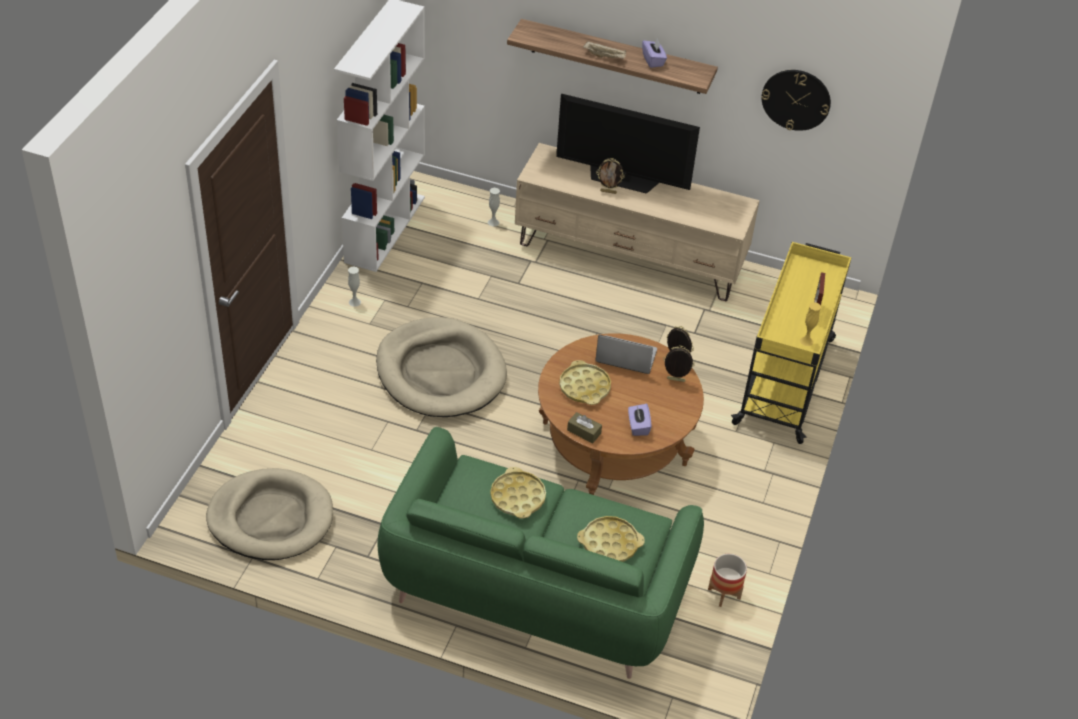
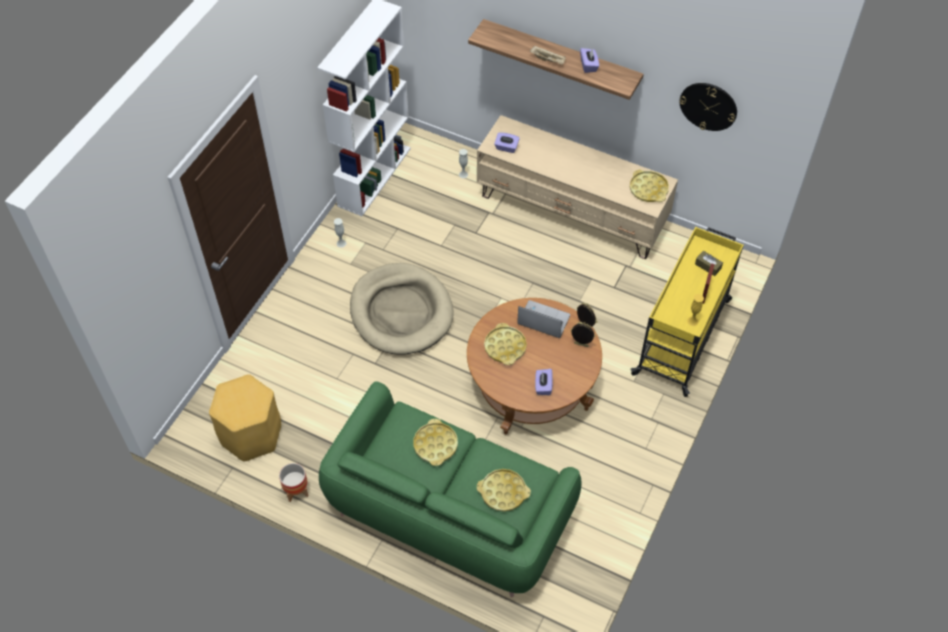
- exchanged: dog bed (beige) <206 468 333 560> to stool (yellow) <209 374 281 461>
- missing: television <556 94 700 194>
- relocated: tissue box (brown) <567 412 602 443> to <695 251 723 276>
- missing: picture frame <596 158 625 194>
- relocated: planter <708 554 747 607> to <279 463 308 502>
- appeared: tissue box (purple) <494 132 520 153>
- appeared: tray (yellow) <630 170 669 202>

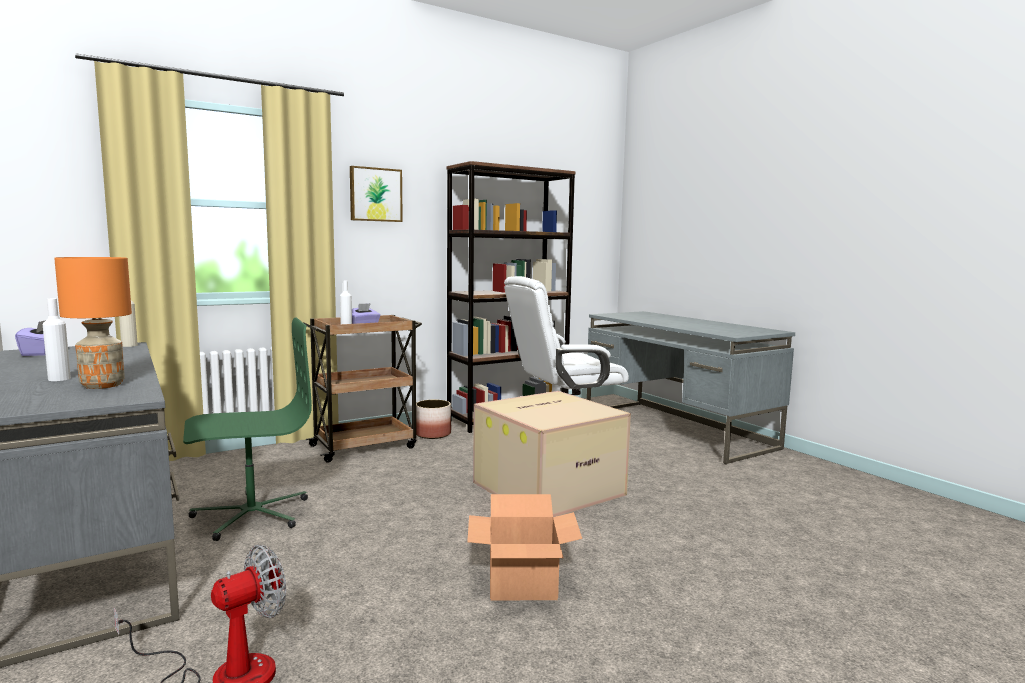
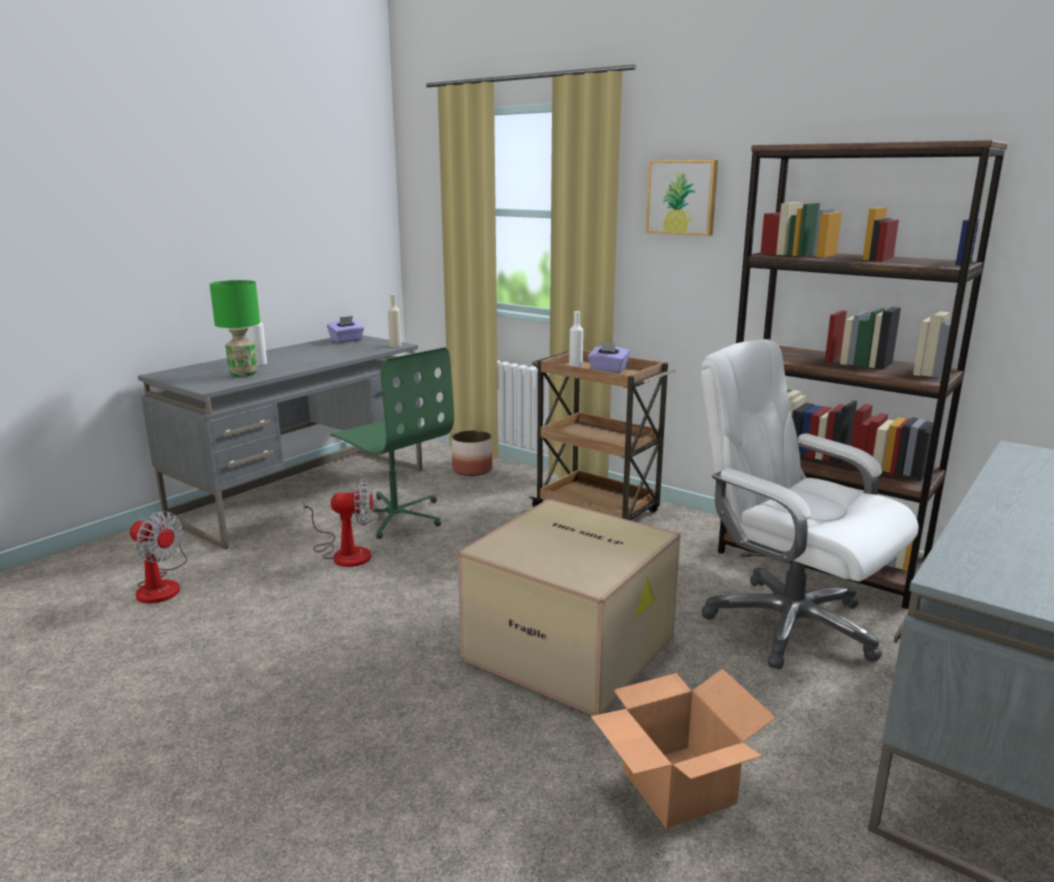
- colour: table lamp (orange) <54 257 132 389> to table lamp (green) <210 280 260 377>
- relocated: planter <416 399 451 439> to <452 430 493 476>
- relocated: cardboard box <467 494 582 601> to <591 669 776 829>
- appeared: fan <303 479 373 567>

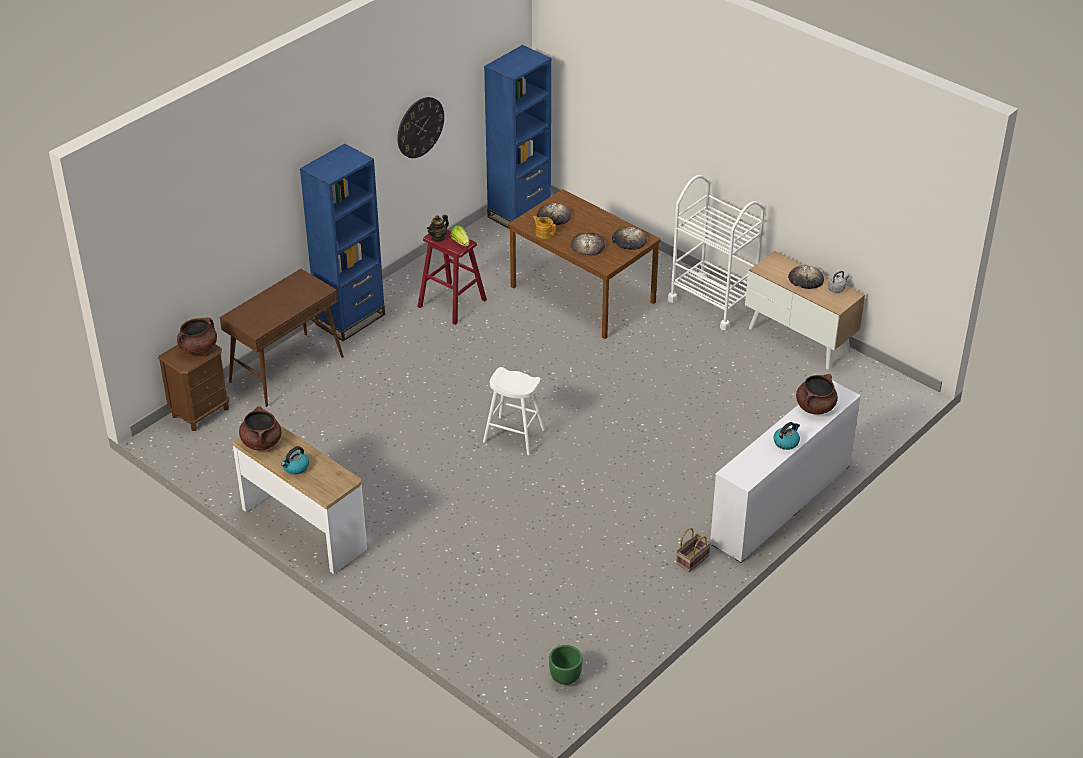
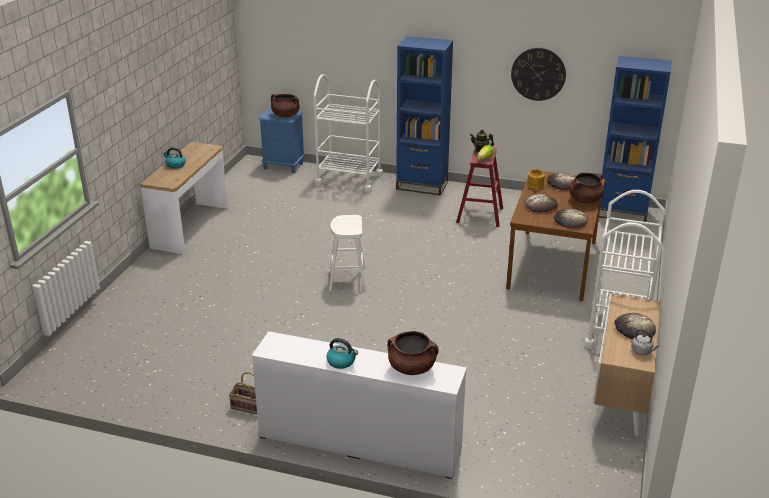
- colour: nightstand (brown) <158 344 230 431> to nightstand (blue) <259 108 305 173>
- exchanged: console table (brown) <220 269 344 407> to cart (white) <314 74 383 193>
- relocated: cooking pot (brown) <239 406 282 451> to <569 173 604 203>
- missing: planter (green) <549 645 583 685>

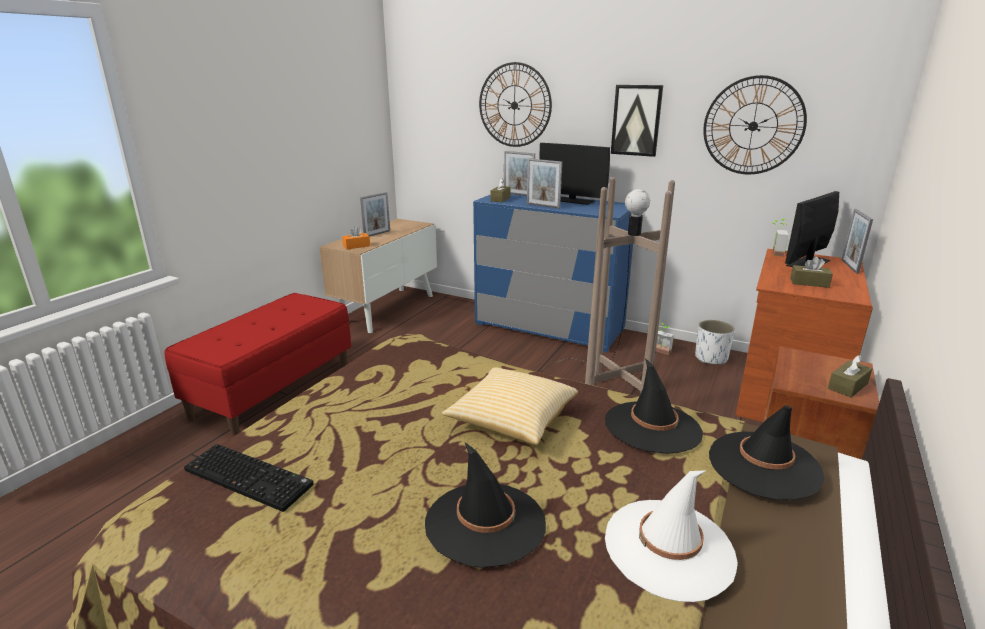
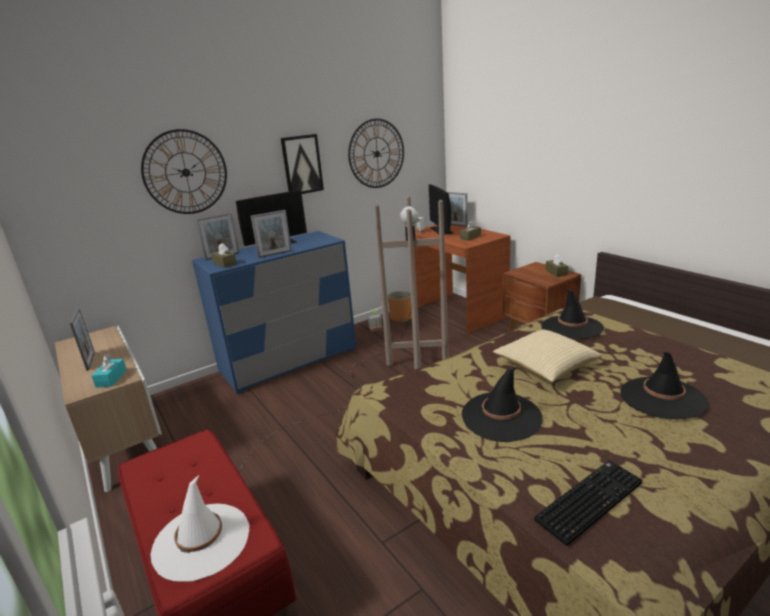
- colour: tissue box (orange) <342 226 370 249> to tissue box (turquoise) <91 354 127 388>
- relocated: hat (white) <605 470 738 602> to <150 474 249 582>
- colour: planter (white) <695 320 735 365> to planter (orange) <388 291 412 323>
- relocated: hat (black) <709 405 824 500> to <462 367 542 442>

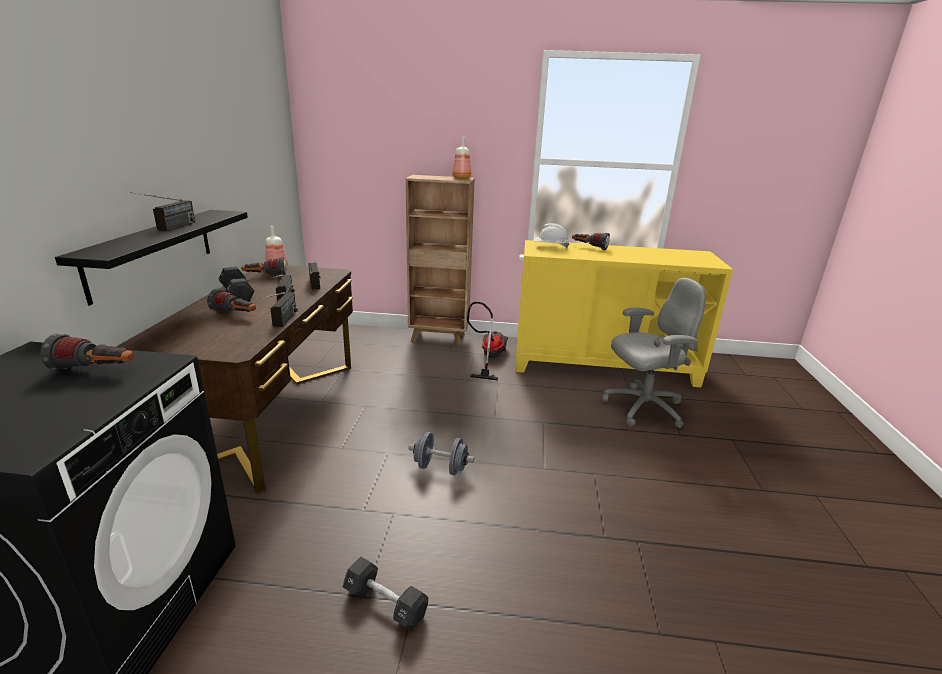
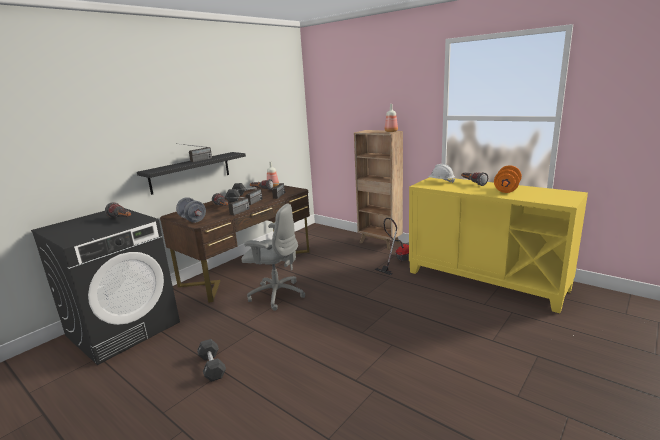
- relocated: dumbbell (grey) <408 432 474 475> to <176 197 206 223>
- relocated: office chair (grey) <602 278 706 428> to <242 204 305 311>
- appeared: dumbbell (orange) <494 165 522 193>

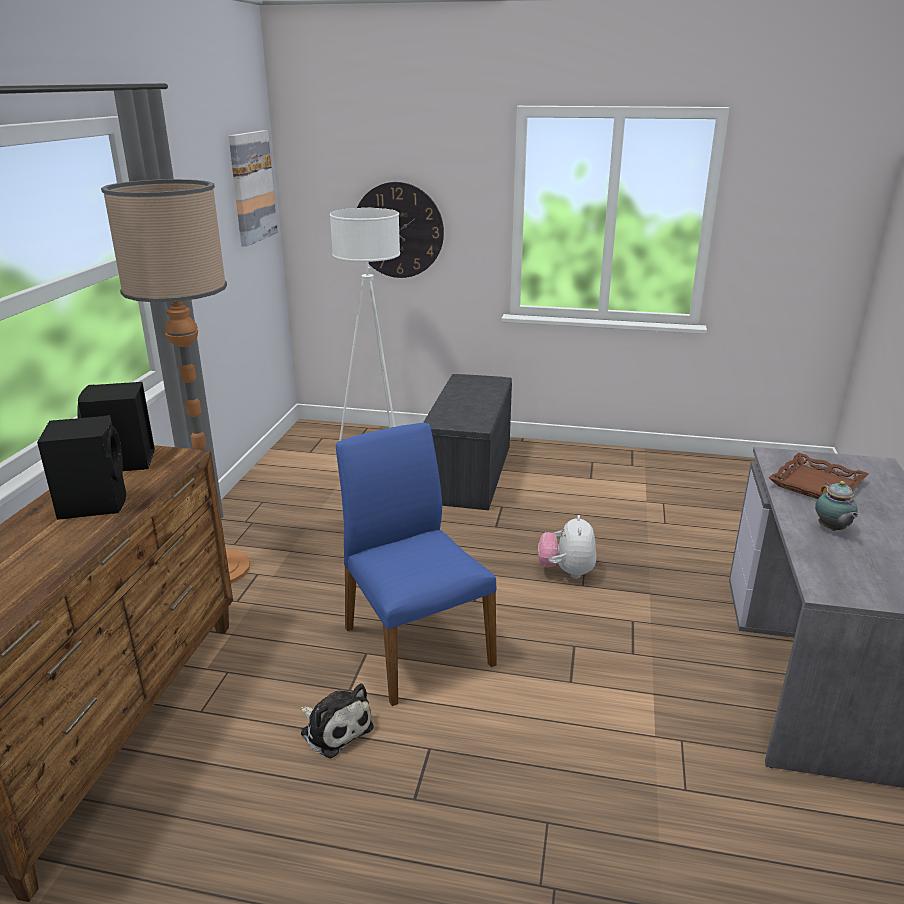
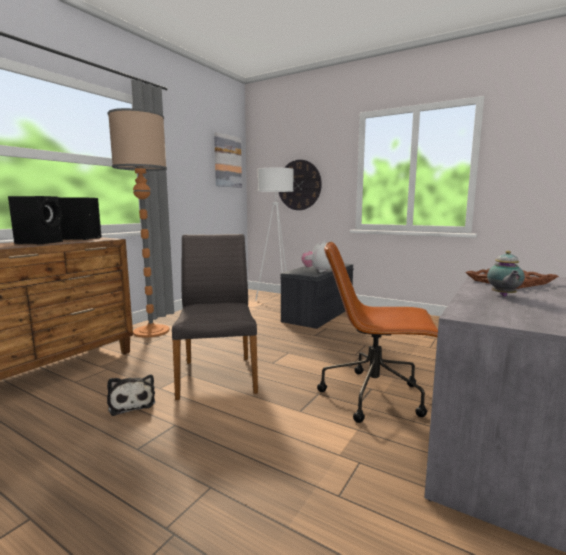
- colour: chair (blue) <336 423 497 706> to chair (grey) <172 234 258 400>
- relocated: plush toy <538 515 596 579> to <302 241 331 272>
- appeared: office chair (brown) <317 242 438 423>

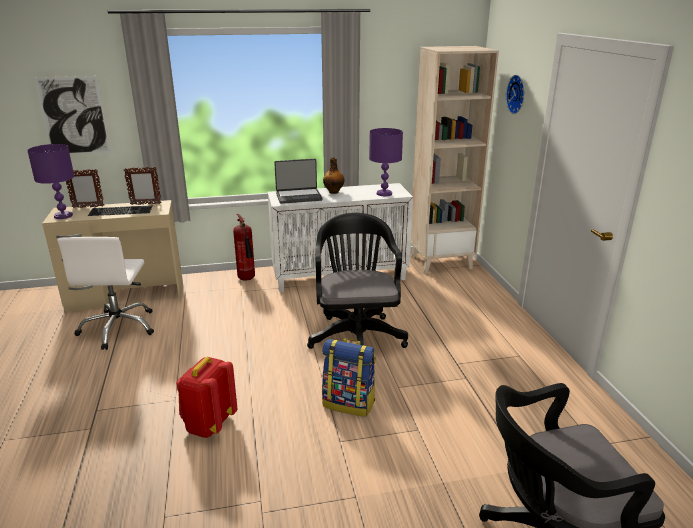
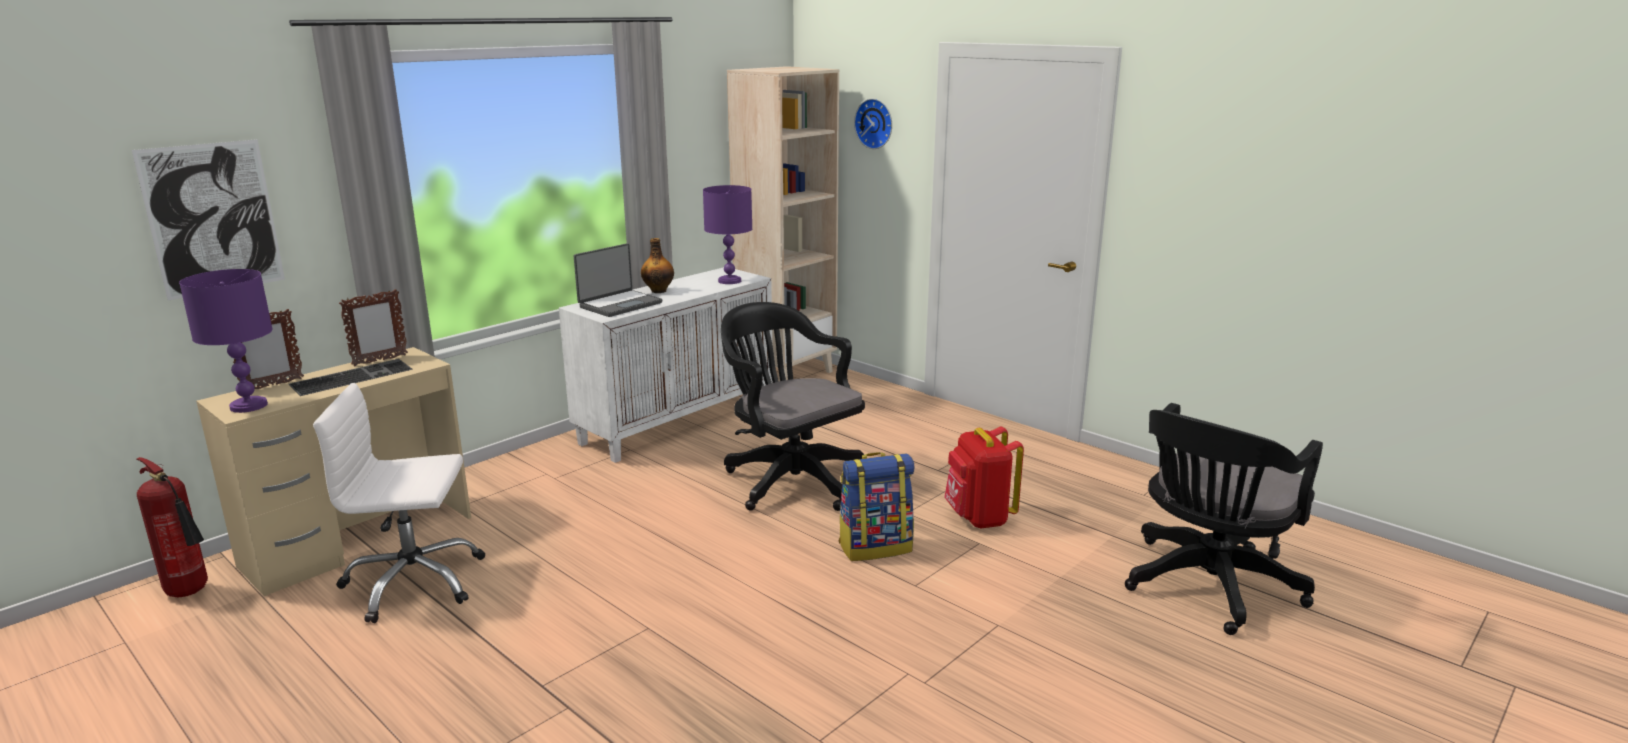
- spun: office chair (white) <57 237 154 350> = <313 383 485 623> 120 degrees clockwise
- relocated: backpack (red) <176 357 237 438> to <944 426 1024 528>
- relocated: fire extinguisher <233 214 255 281> to <136 457 208 597>

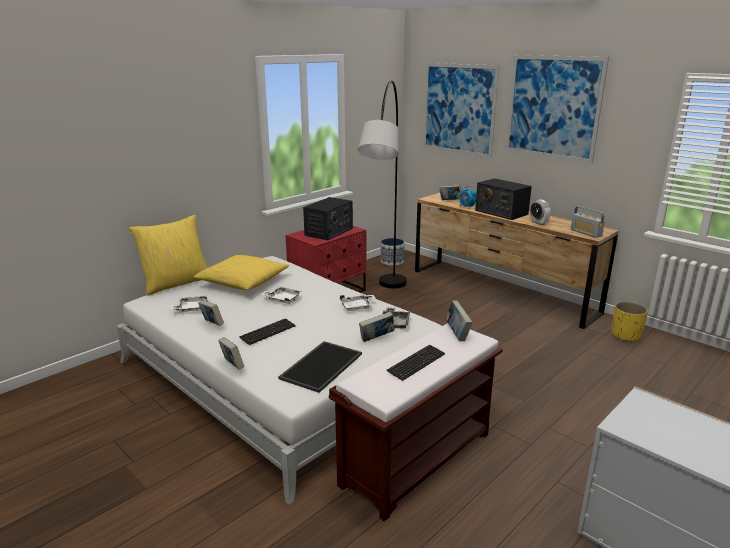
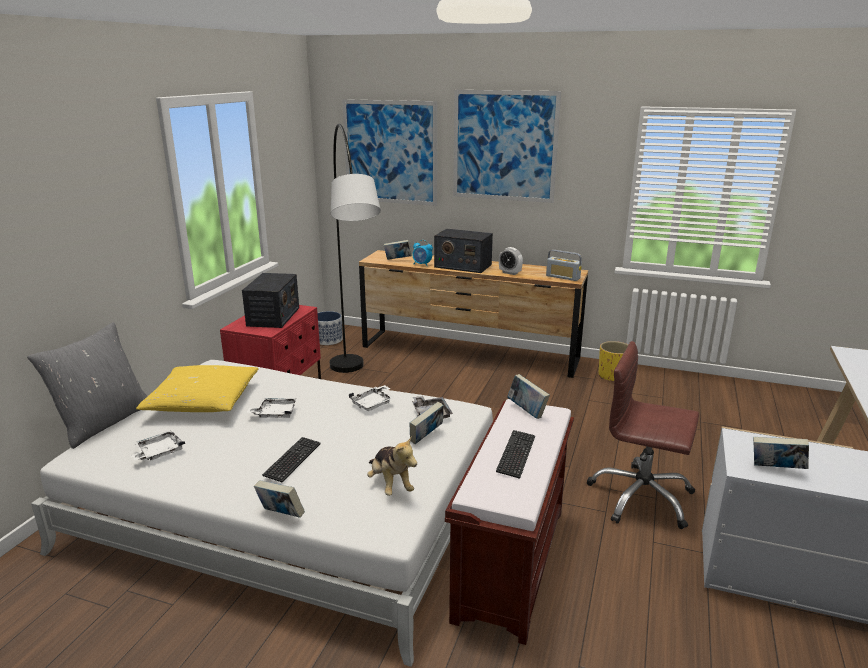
- colour: pillow (yellow) <129 215 207 296> to pillow (grey) <27 322 147 449>
- relocated: book <198 300 224 326> to <753 437 809 469>
- exchanged: tray <278 341 362 393> to plush toy <367 436 417 496>
- appeared: office chair (brown) <586 341 699 529>

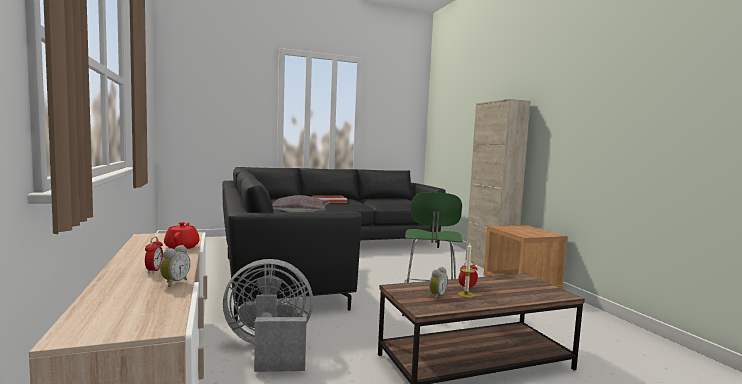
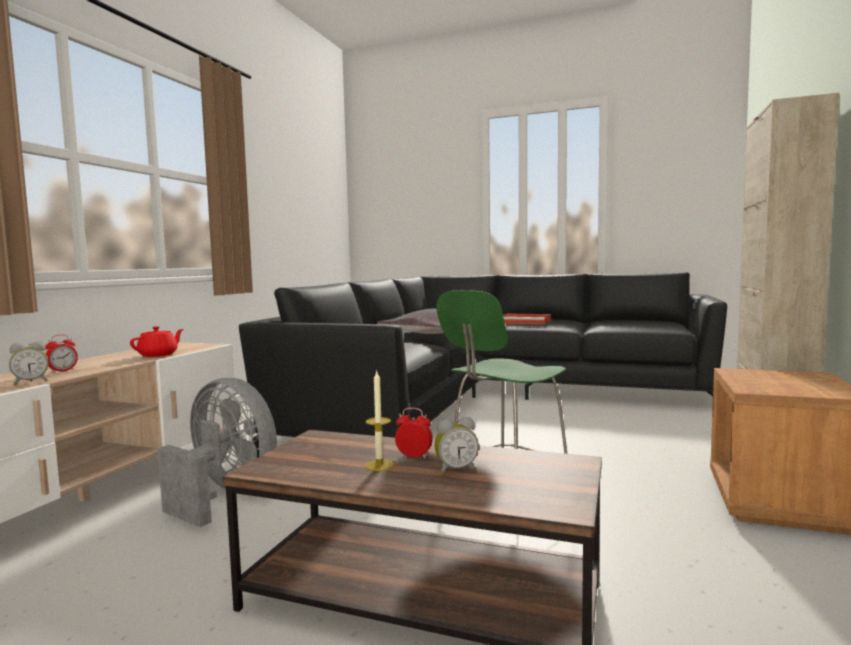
- relocated: alarm clock <429 267 448 300> to <434 417 479 474>

